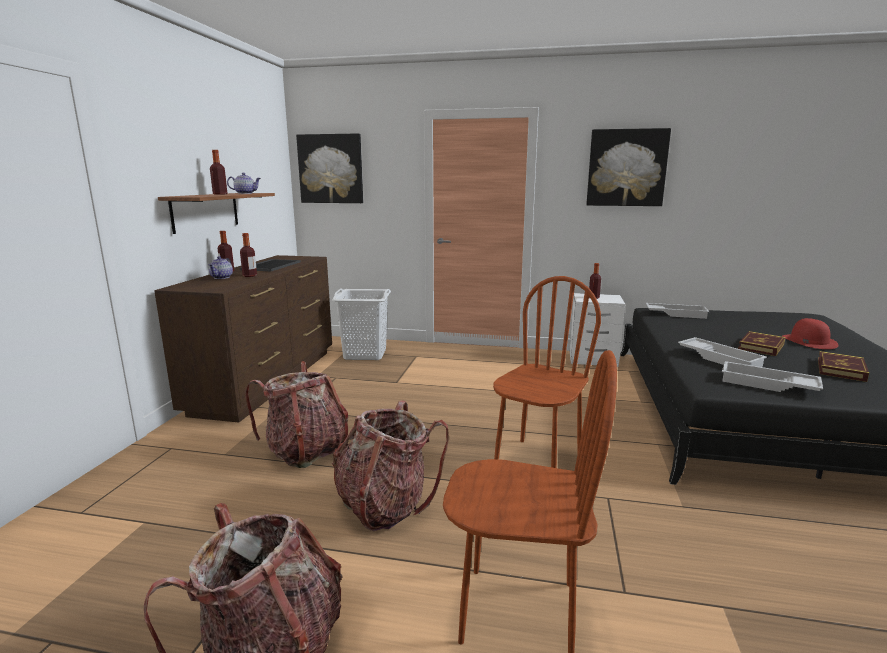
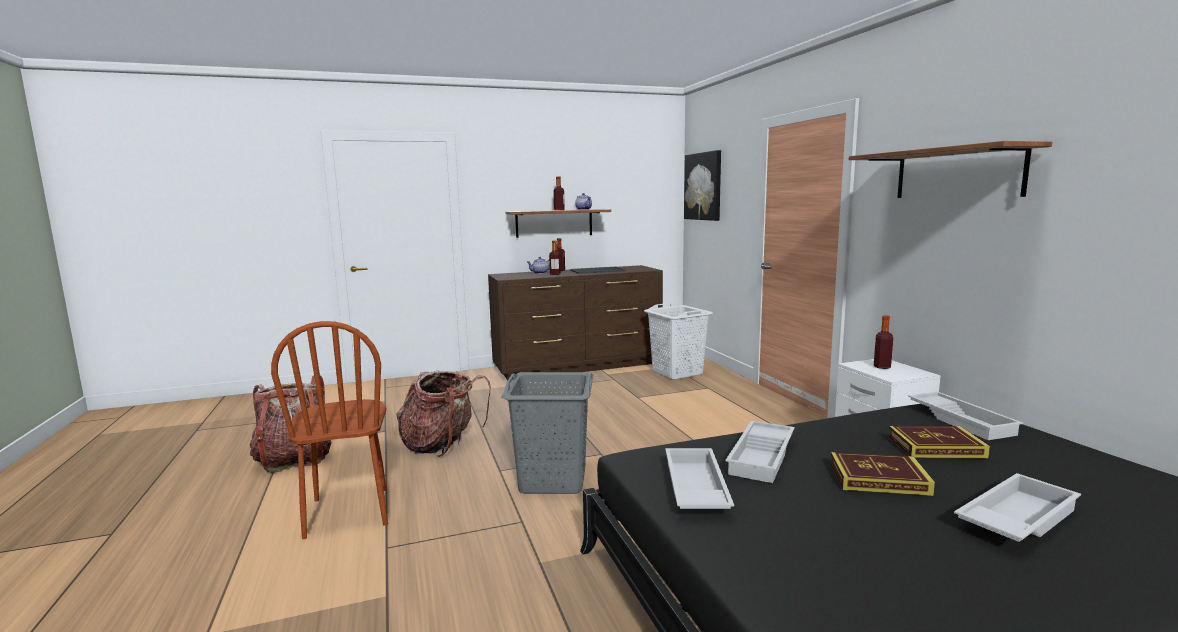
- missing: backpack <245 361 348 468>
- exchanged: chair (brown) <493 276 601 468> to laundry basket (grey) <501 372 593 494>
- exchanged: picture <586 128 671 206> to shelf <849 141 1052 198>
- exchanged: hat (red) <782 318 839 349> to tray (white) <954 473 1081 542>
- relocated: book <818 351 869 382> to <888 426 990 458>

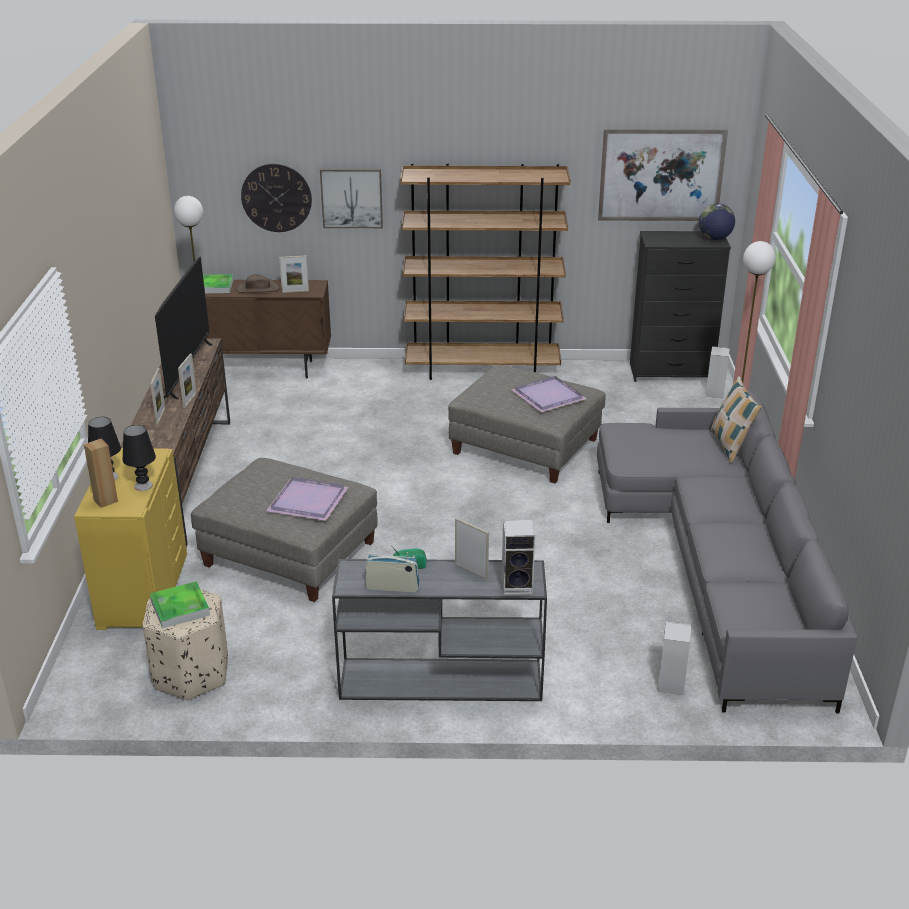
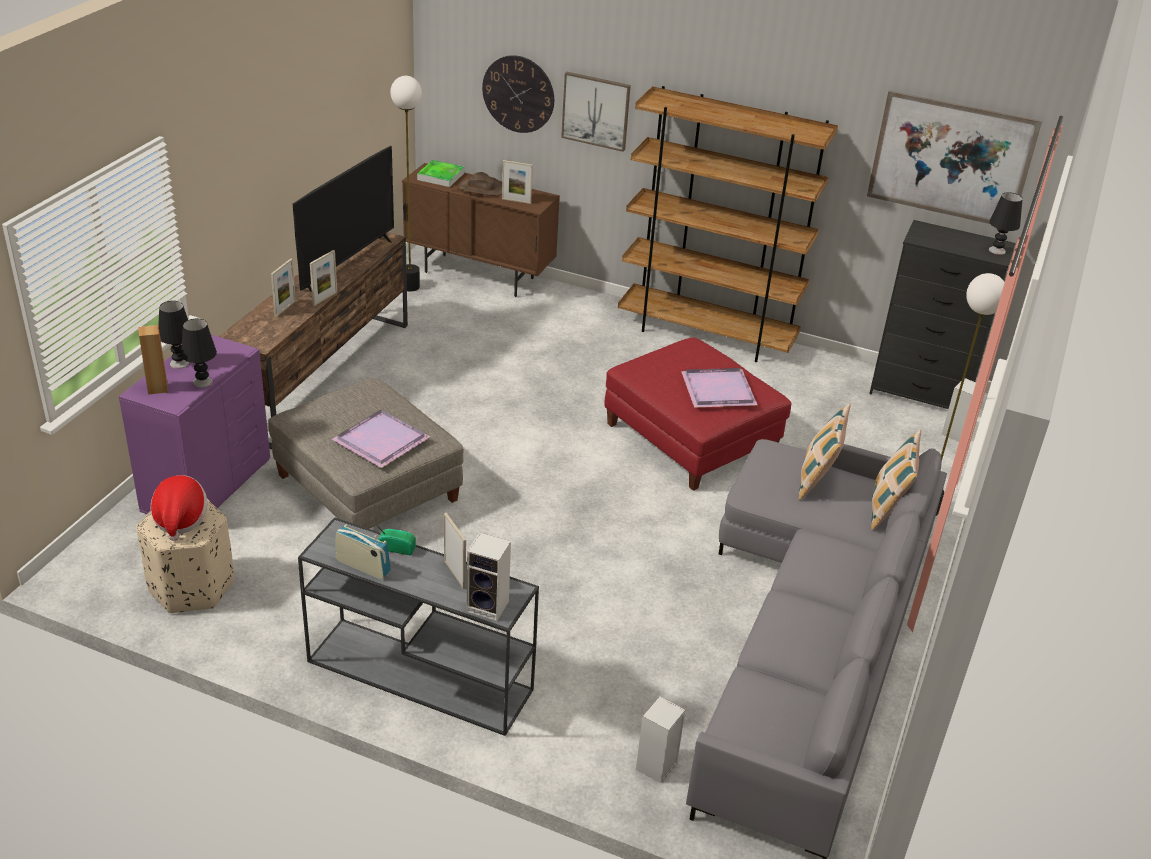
- colour: dresser (yellow) <74 448 187 630> to dresser (purple) <119 335 270 514>
- exchanged: tray <150 581 210 629> to hat <151 475 207 541>
- colour: ottoman (grey) <448 365 605 483> to ottoman (red) <604 338 792 491>
- exchanged: globe <699 203 735 240> to table lamp (black) <989 192 1023 255>
- appeared: pillow <799 403 851 500>

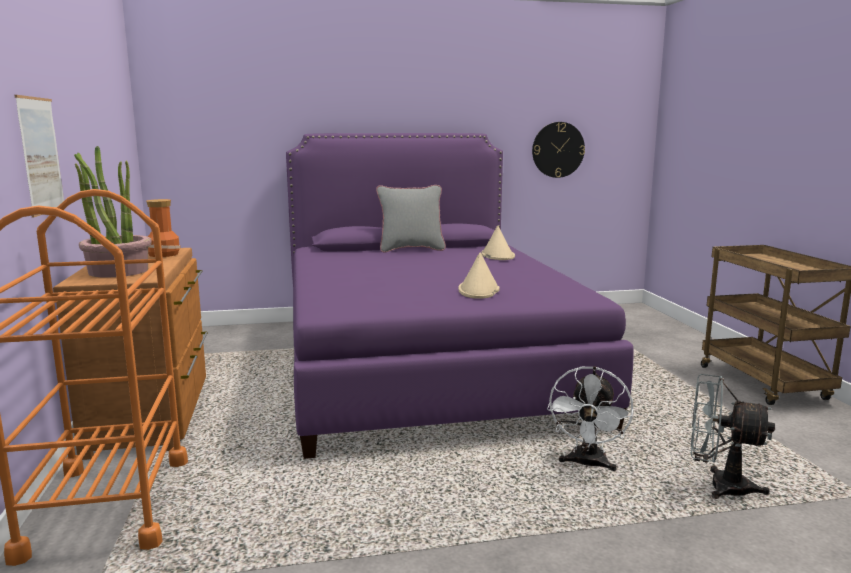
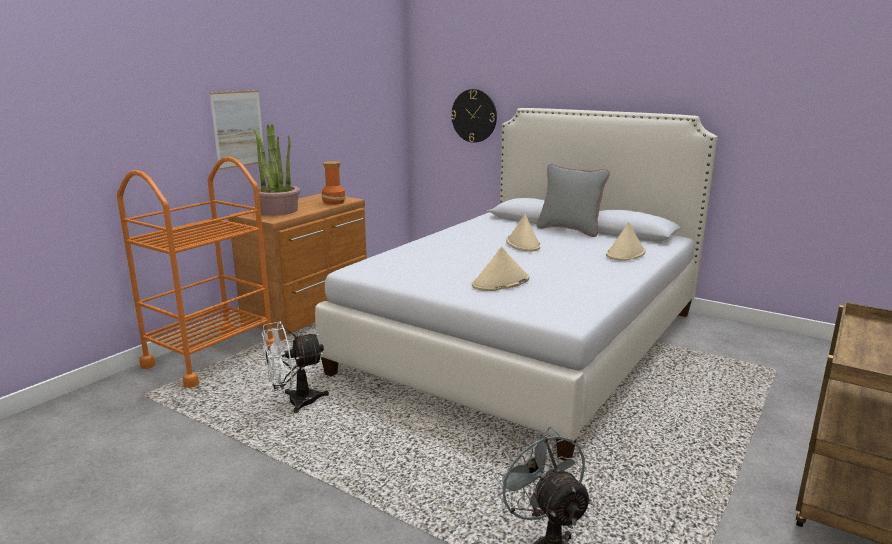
- colour: bed (purple) <286 133 633 459> to bed (white) <315 108 718 461>
- relocated: wall clock <532 122 585 178> to <451 89 497 143>
- relocated: fan (white) <547 366 633 471> to <262 322 329 413>
- appeared: hat (beige) <506 214 540 252>

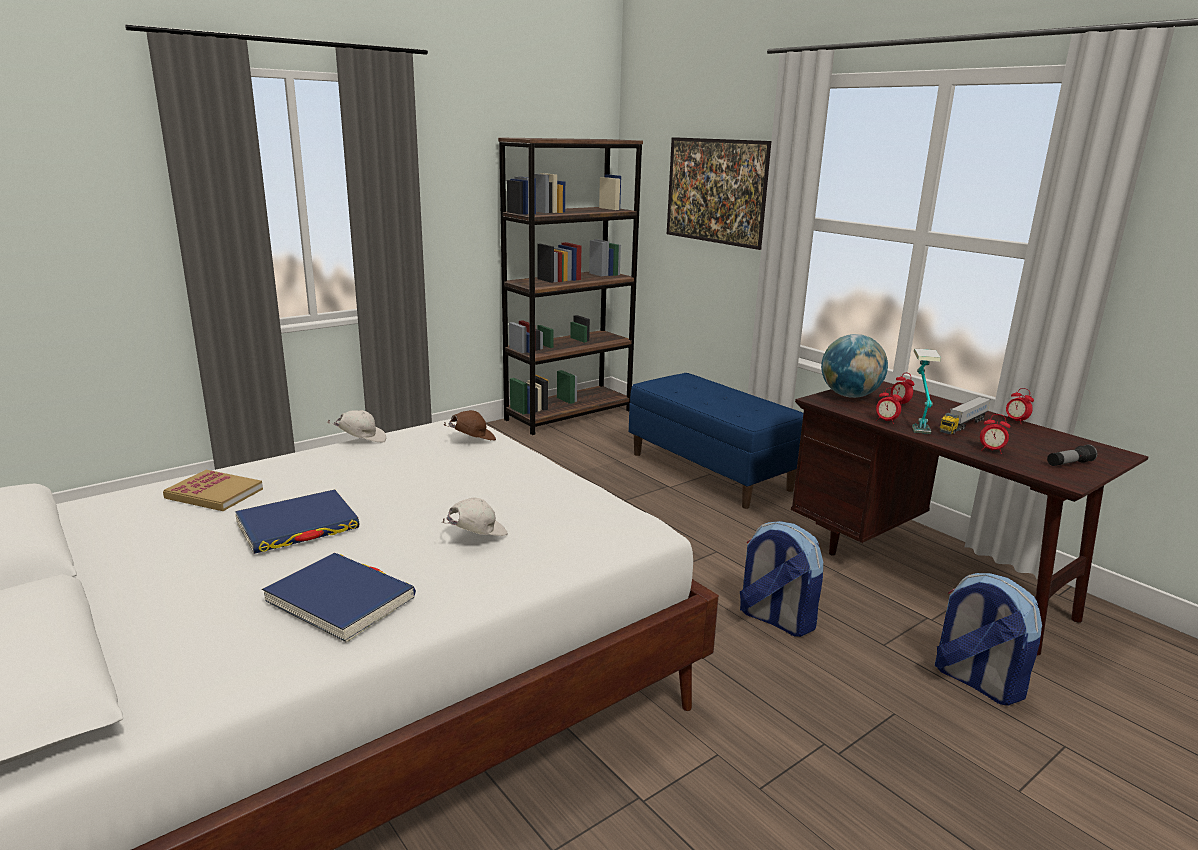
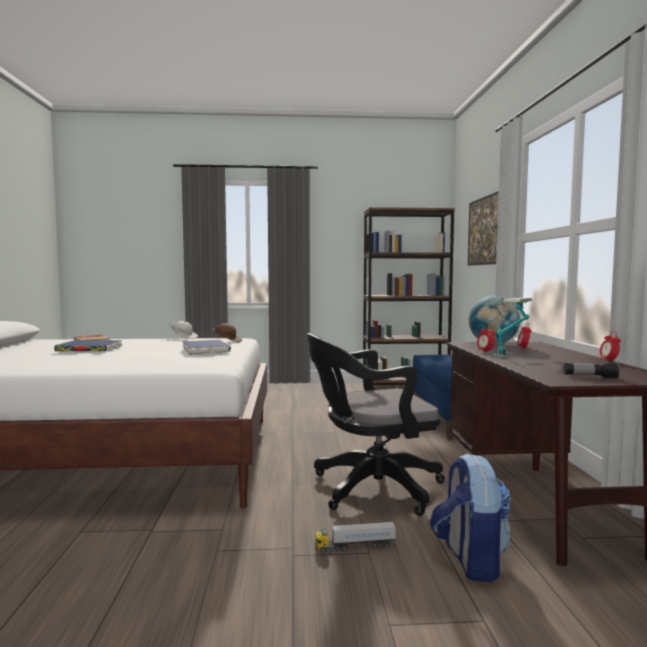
- relocated: book (blue) <262 553 416 643> to <182 340 231 355>
- missing: cap (white) <442 498 508 536>
- exchanged: backpack <740 521 823 637> to office chair (black) <307 333 445 516>
- relocated: toy truck <940 396 991 434> to <315 521 396 552>
- missing: alarm clock <980 414 1010 454>

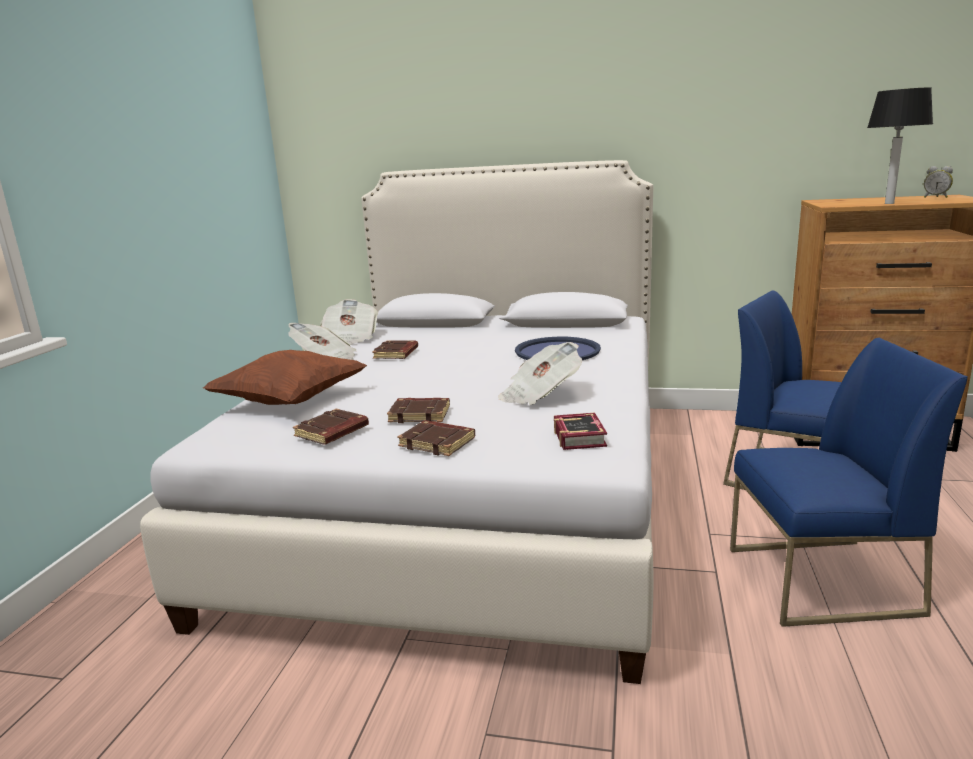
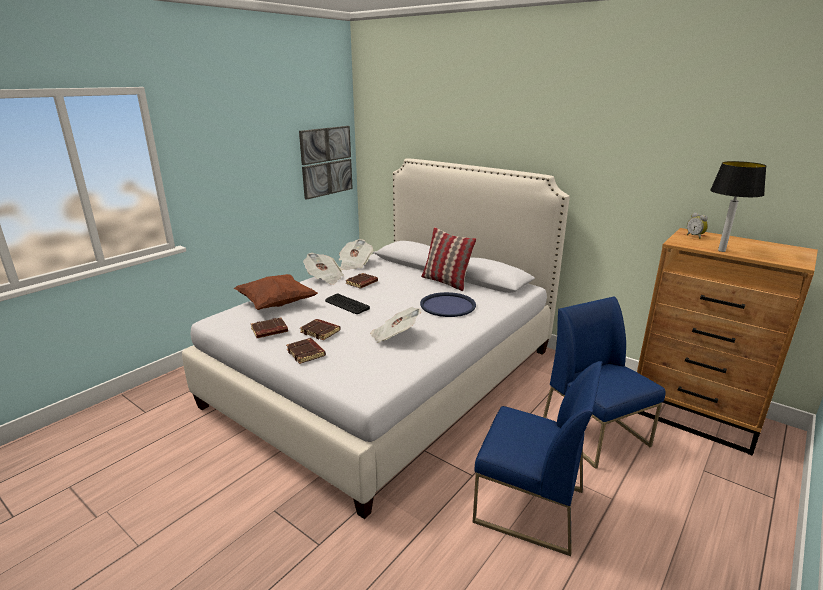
- missing: book <554 413 607 450>
- relocated: alarm clock <924 166 953 198> to <687 212 708 239>
- appeared: picture <299 126 353 200>
- appeared: keyboard <325 293 370 314>
- appeared: pillow <421 227 477 291>

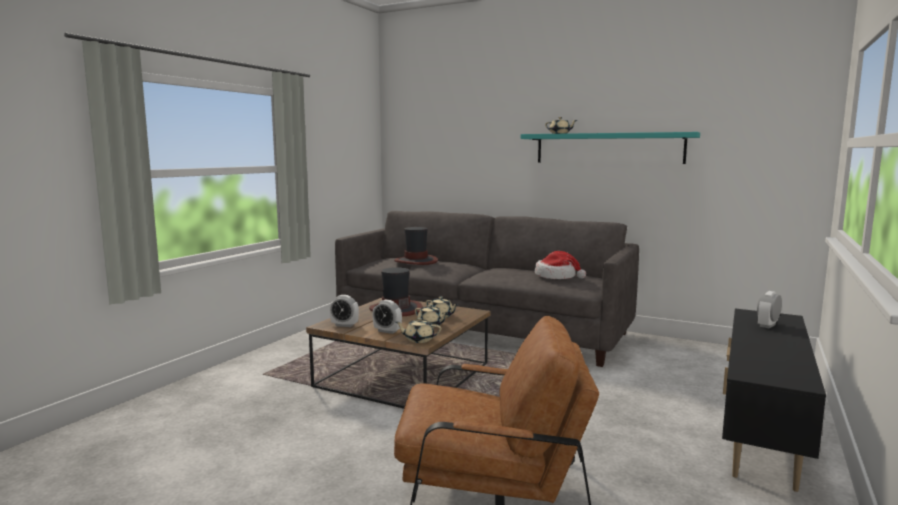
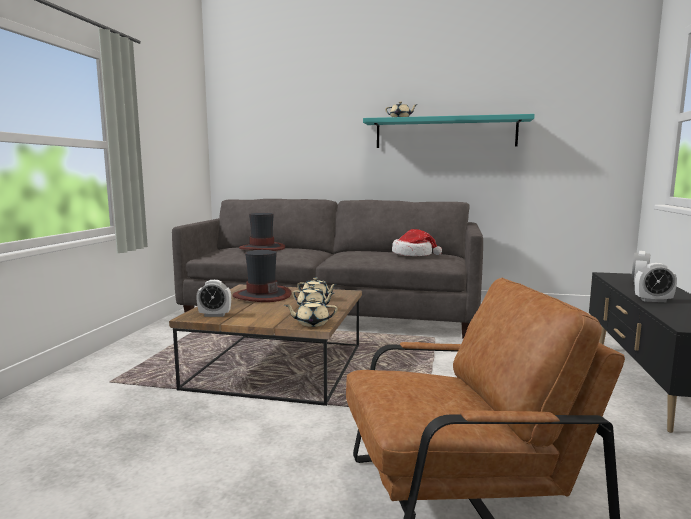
- relocated: alarm clock <372 300 402 334> to <635 263 677 302>

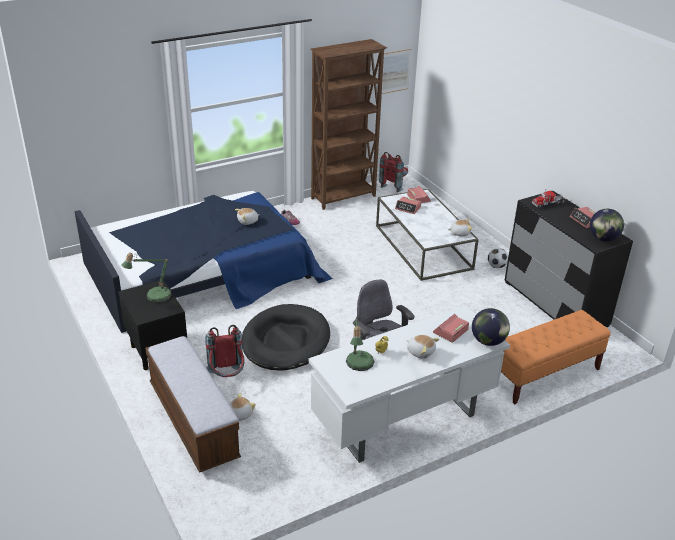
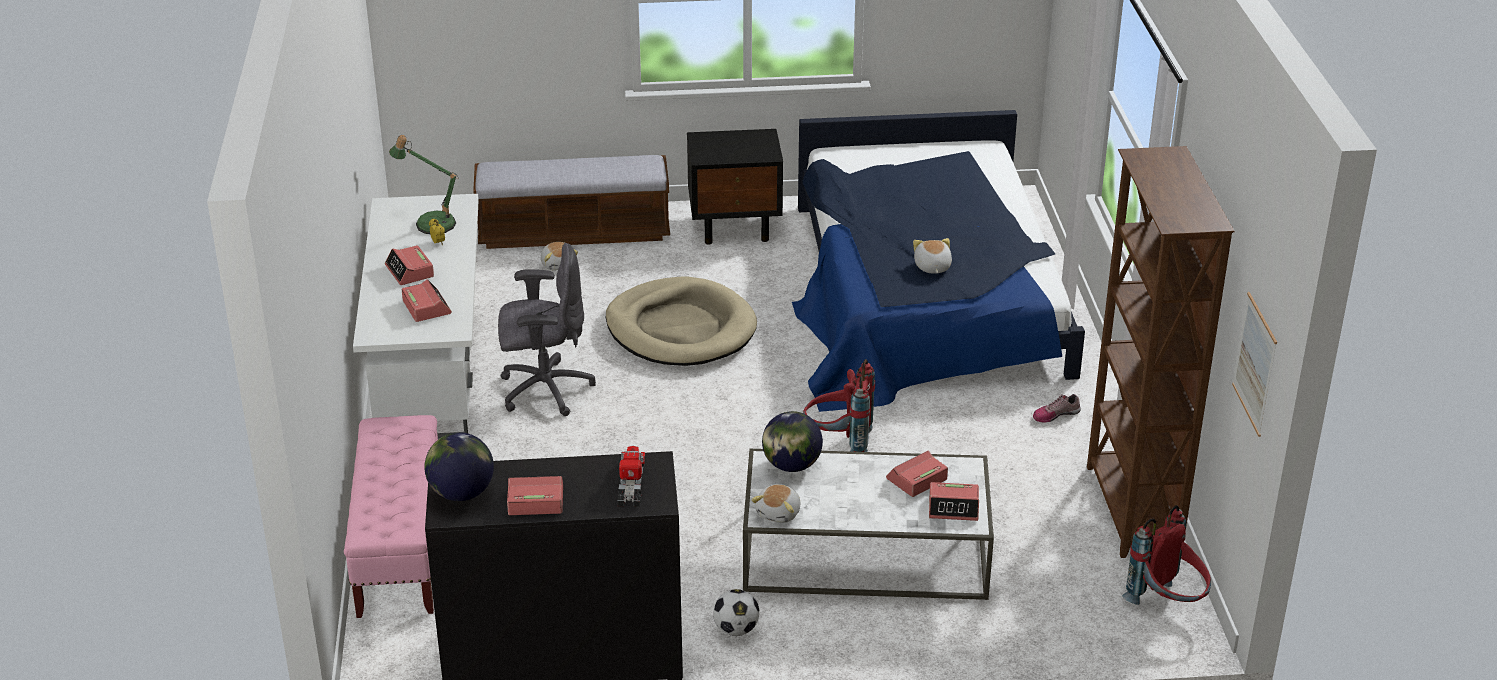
- missing: table lamp <122 253 172 303>
- relocated: backpack (red) <205 325 245 377> to <803 359 875 452>
- colour: dog bed (black) <242 304 330 371> to dog bed (beige) <606 277 757 366>
- exchanged: plush toy <407 335 440 359> to alarm clock <385 245 434 285>
- relocated: globe <472 308 510 346> to <762 411 823 472>
- colour: bench (orange) <501 310 611 405> to bench (pink) <344 415 438 618>

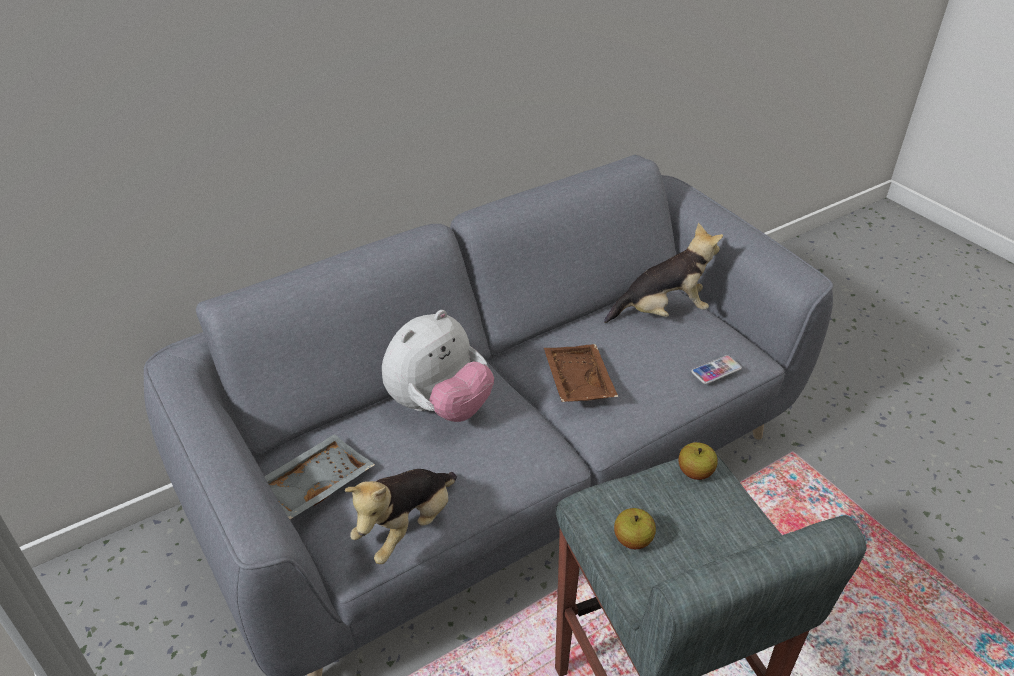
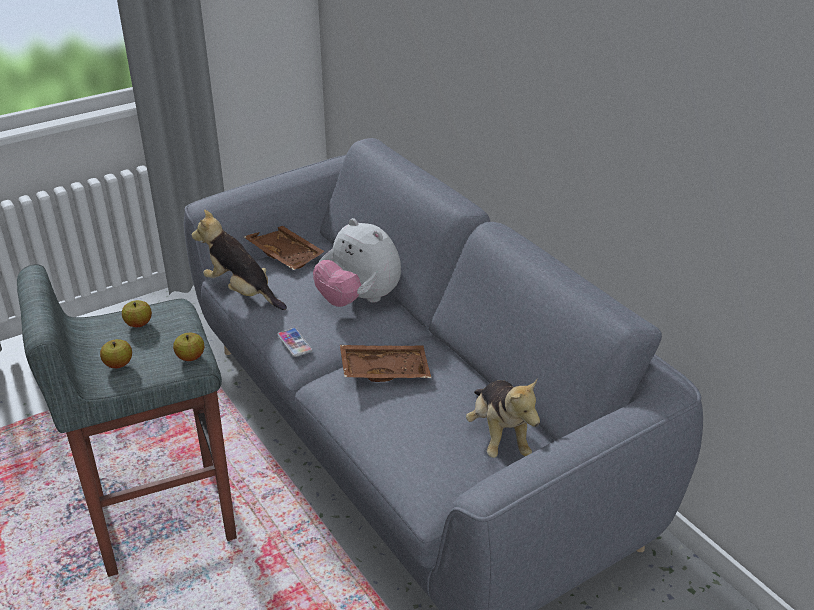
- colour: tray (grey) <264 434 375 519> to tray (brown) <244 226 325 270>
- relocated: phone <691 355 742 384> to <277 328 312 357>
- appeared: apple <100 339 132 368>

